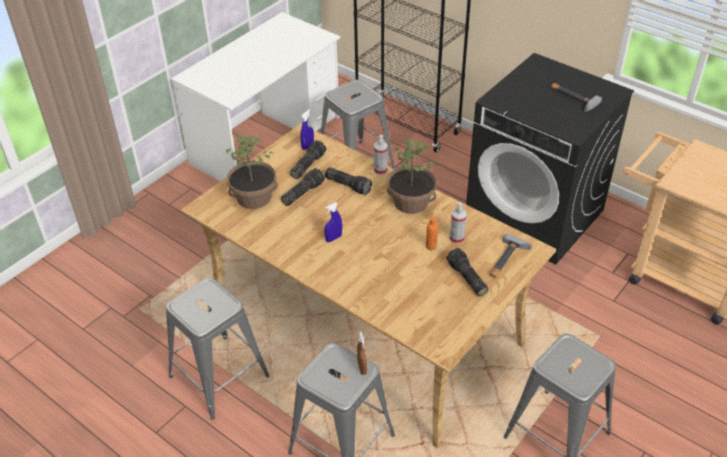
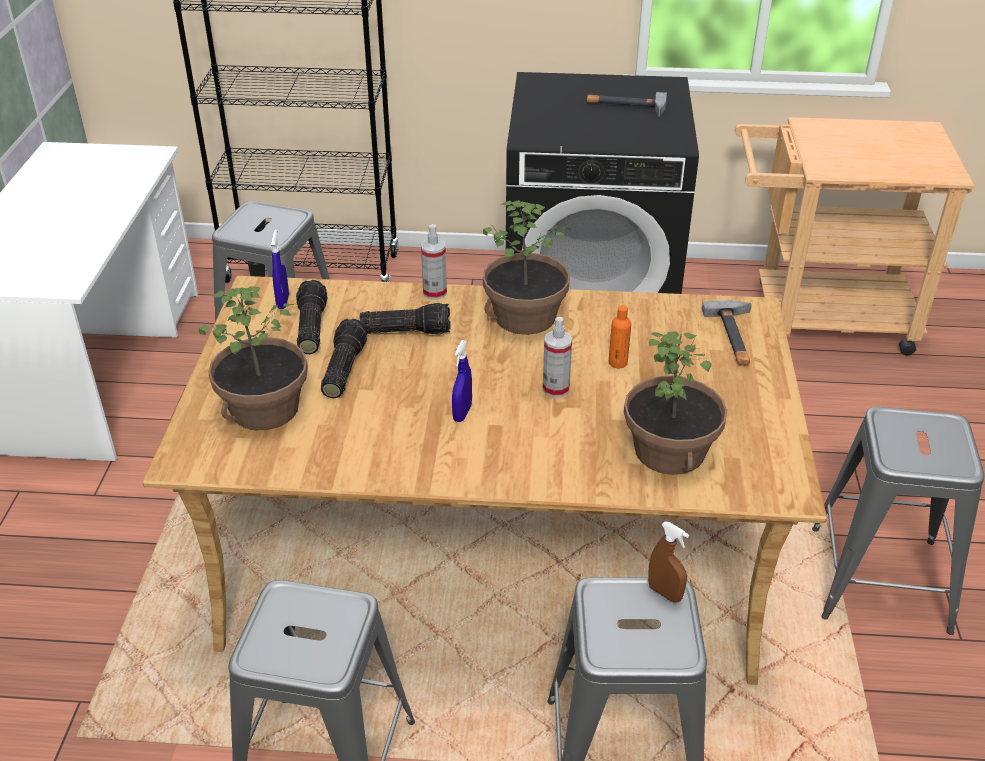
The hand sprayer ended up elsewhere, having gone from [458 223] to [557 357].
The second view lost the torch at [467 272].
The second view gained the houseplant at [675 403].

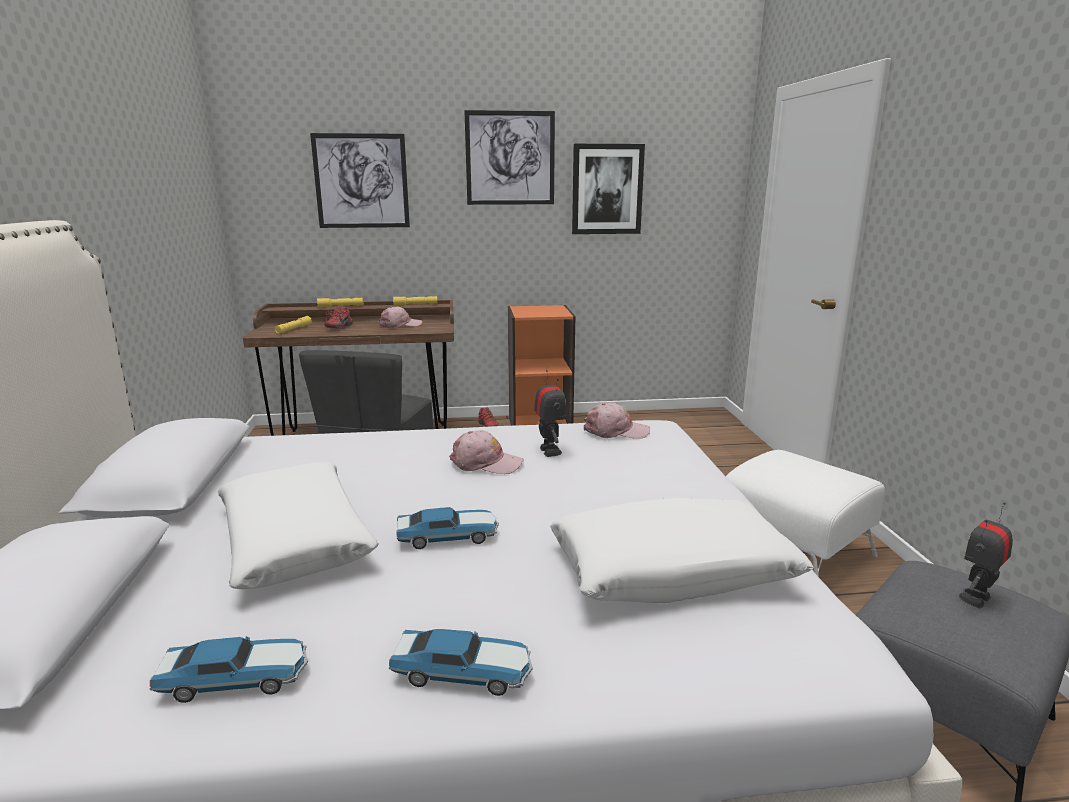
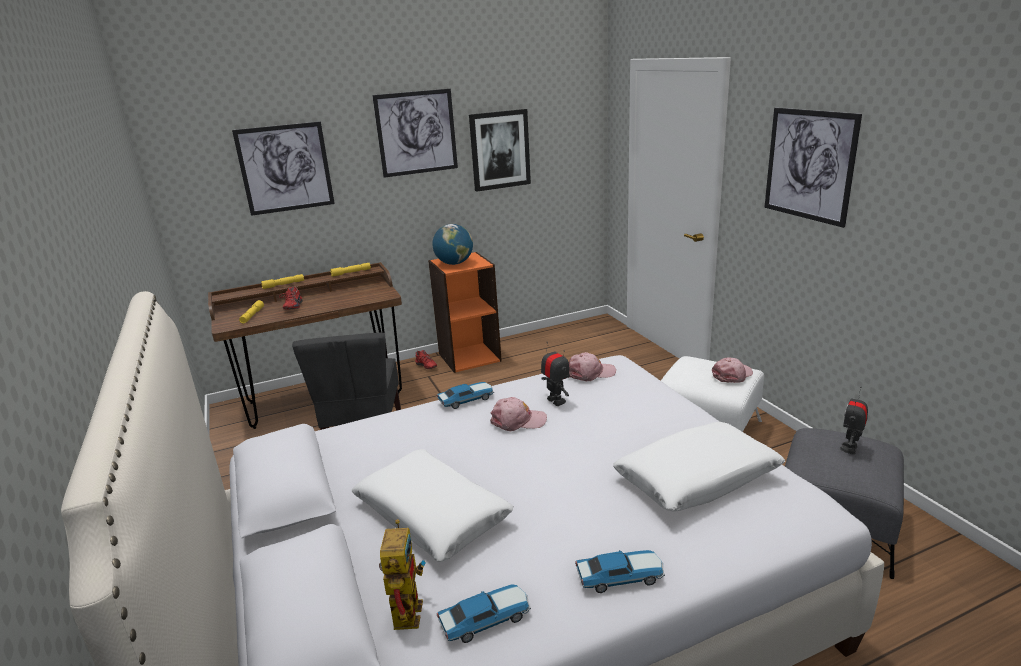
The pink cap ended up elsewhere, having gone from [400 317] to [732 370].
The model car ended up elsewhere, having gone from [447 528] to [465 395].
The second view gained the wall picture at [813 168].
The second view gained the world globe at [452 244].
The second view gained the toy robot at [402 574].

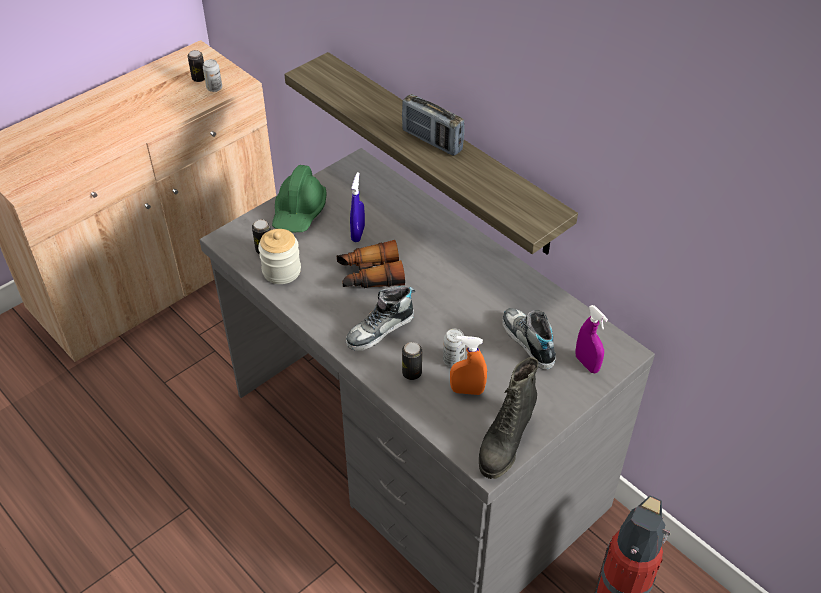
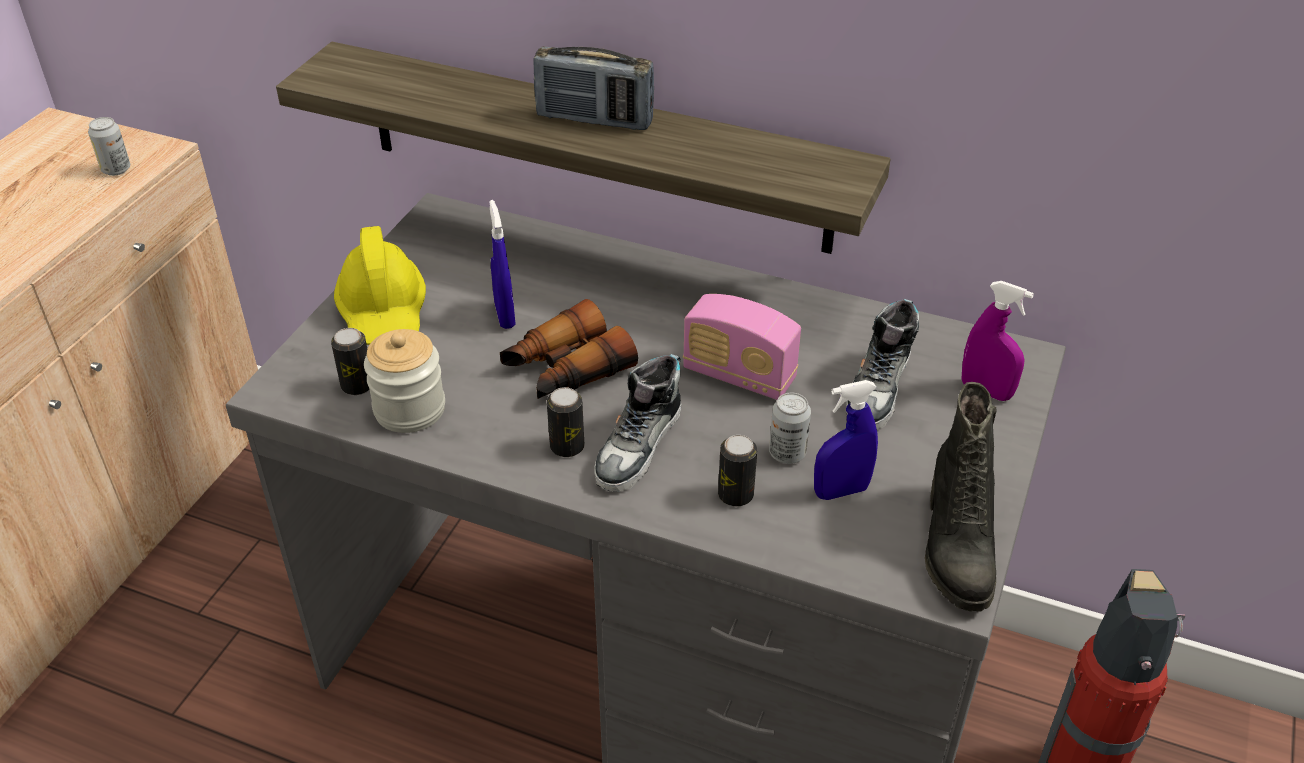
The can ended up elsewhere, having gone from [196 66] to [565 422].
What was the greenish safety helmet at [299 198] turned into the yellowish safety helmet at [380 285].
The shoe at [529 339] ended up facing another way, 105 degrees counterclockwise from before.
What was the orange hand sprayer at [468 365] turned into the blue hand sprayer at [846 440].
The second view gained the radio at [742 347].

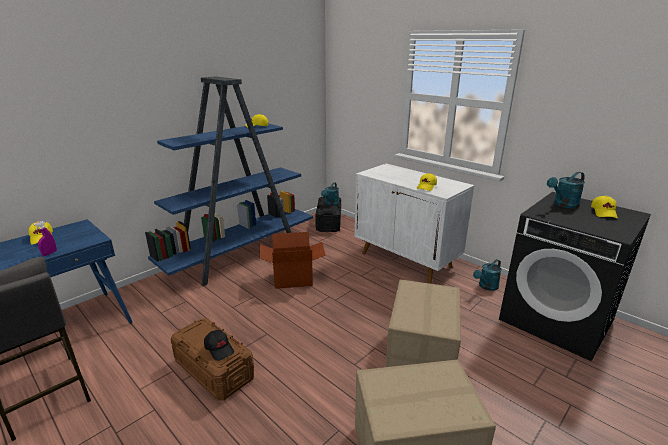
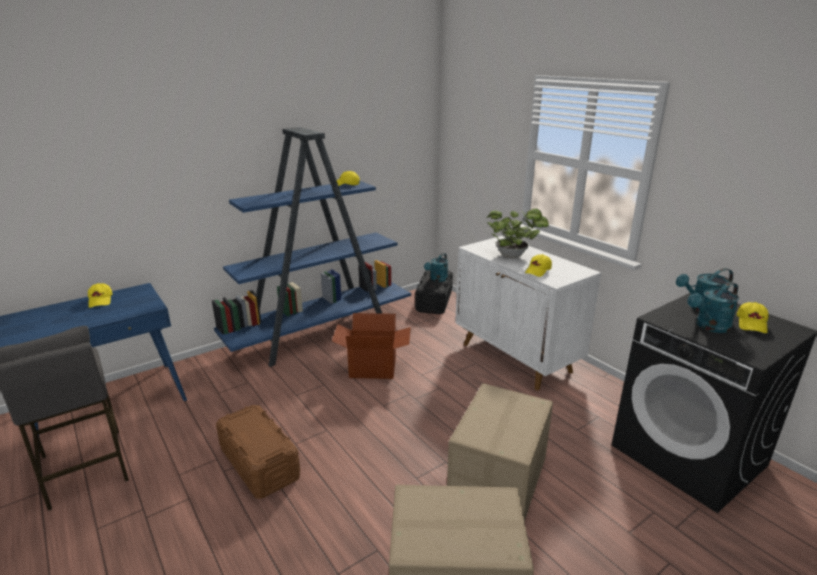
The second view lost the purplish hand sprayer at [45 238].
The turquoise-coloured sprinkling can ended up elsewhere, having gone from [487 275] to [713 307].
The second view lost the blackish cap at [219 345].
The second view gained the houseplant at [517 233].

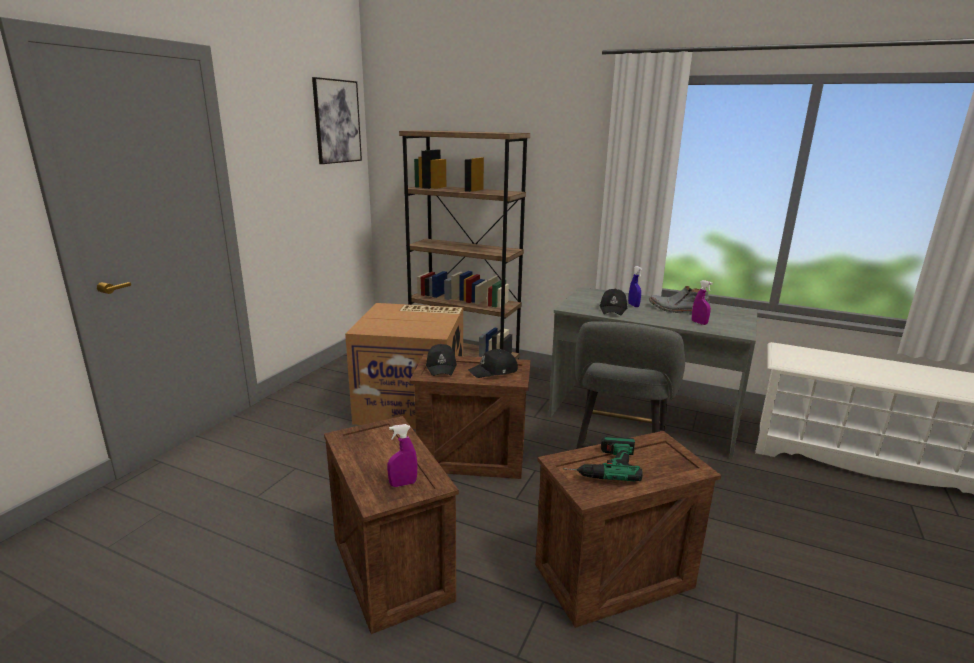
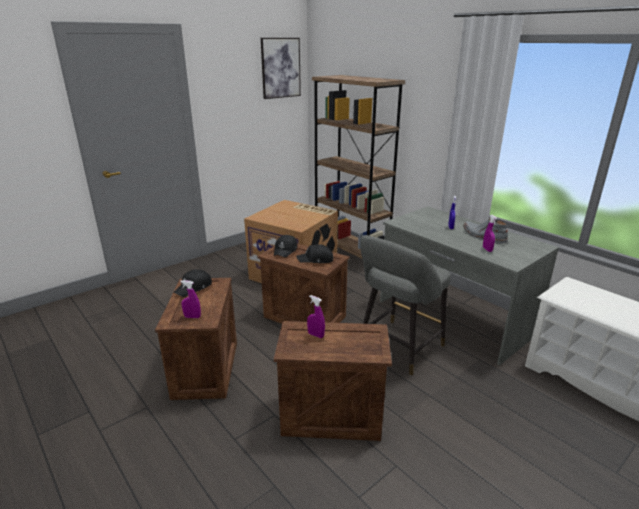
The blackish cap ended up elsewhere, having gone from [613 302] to [193 283].
Where the power drill stood at [603 458], the purplish hand sprayer came to stand at [316 316].

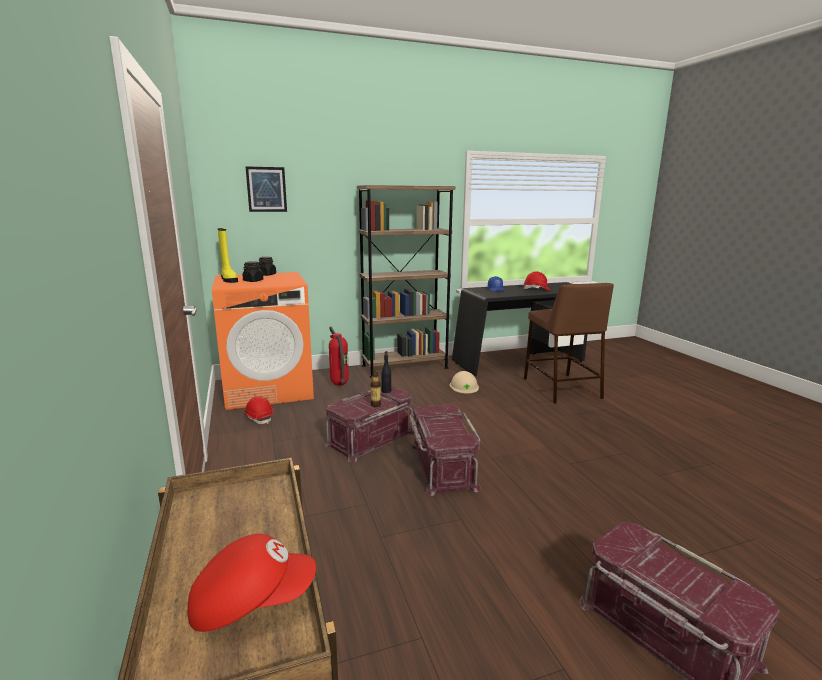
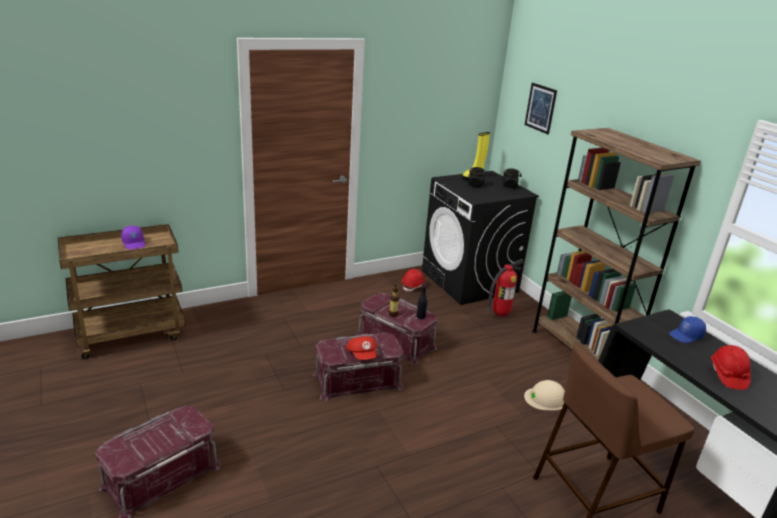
What was the orange laundry machine at [263 341] turned into the blackish laundry machine at [480 238].
The reddish cap ended up elsewhere, having gone from [251 583] to [361 348].
The second view gained the purplish cap at [133 238].

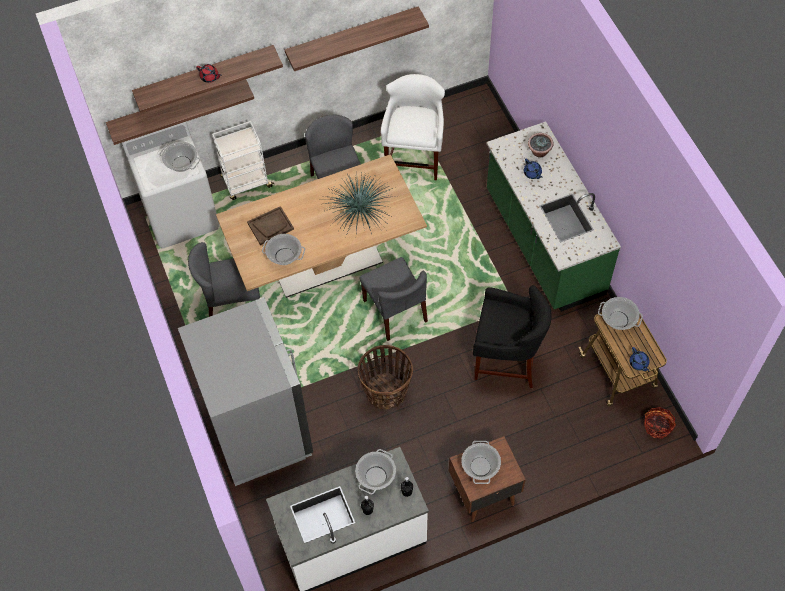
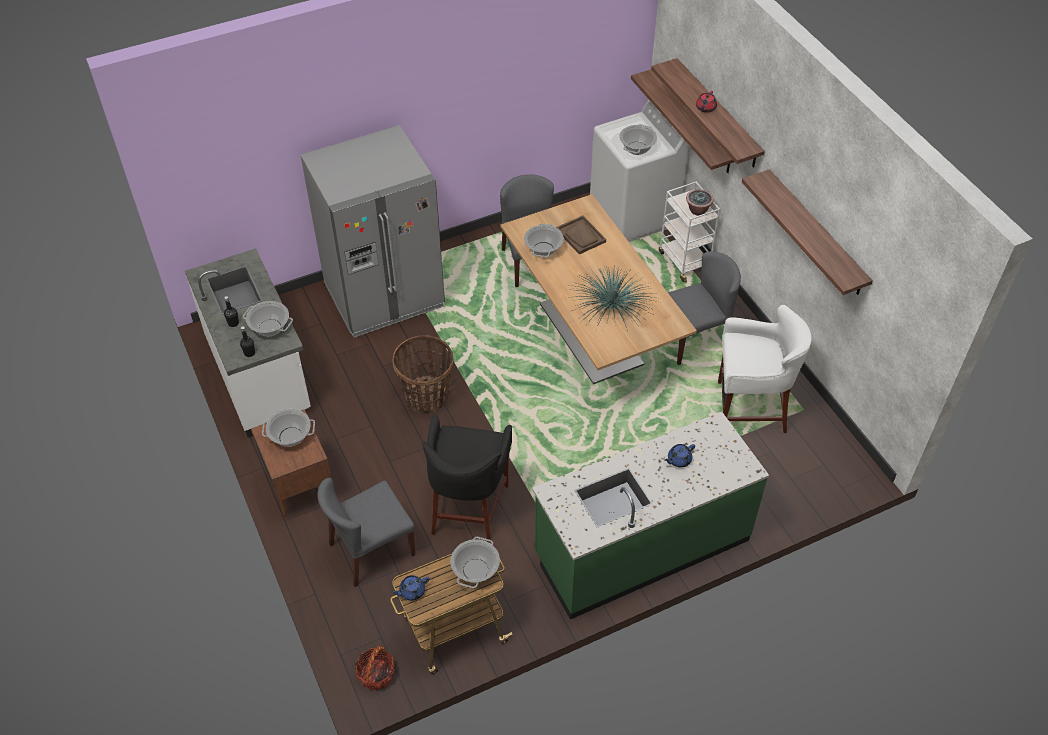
The houseplant ended up elsewhere, having gone from [541 145] to [700 202].
The grey chair ended up elsewhere, having gone from [393 299] to [366 532].

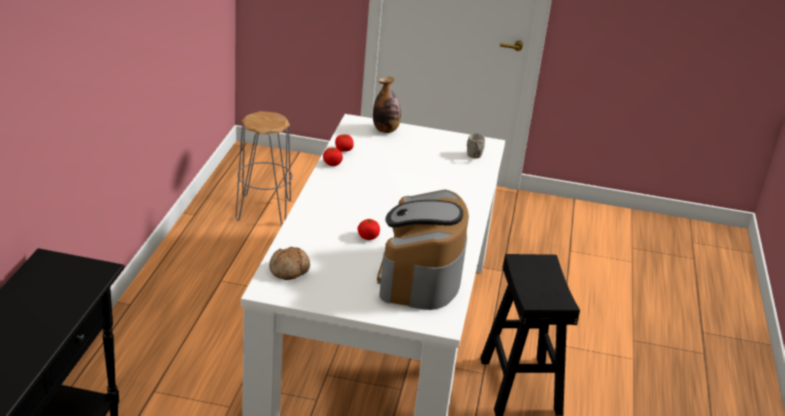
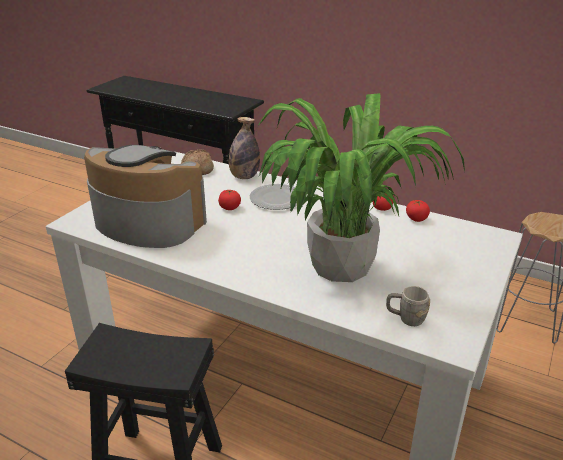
The bottle ended up elsewhere, having gone from [387 105] to [244 148].
The second view gained the houseplant at [360 187].
The second view gained the dinner plate at [273 197].

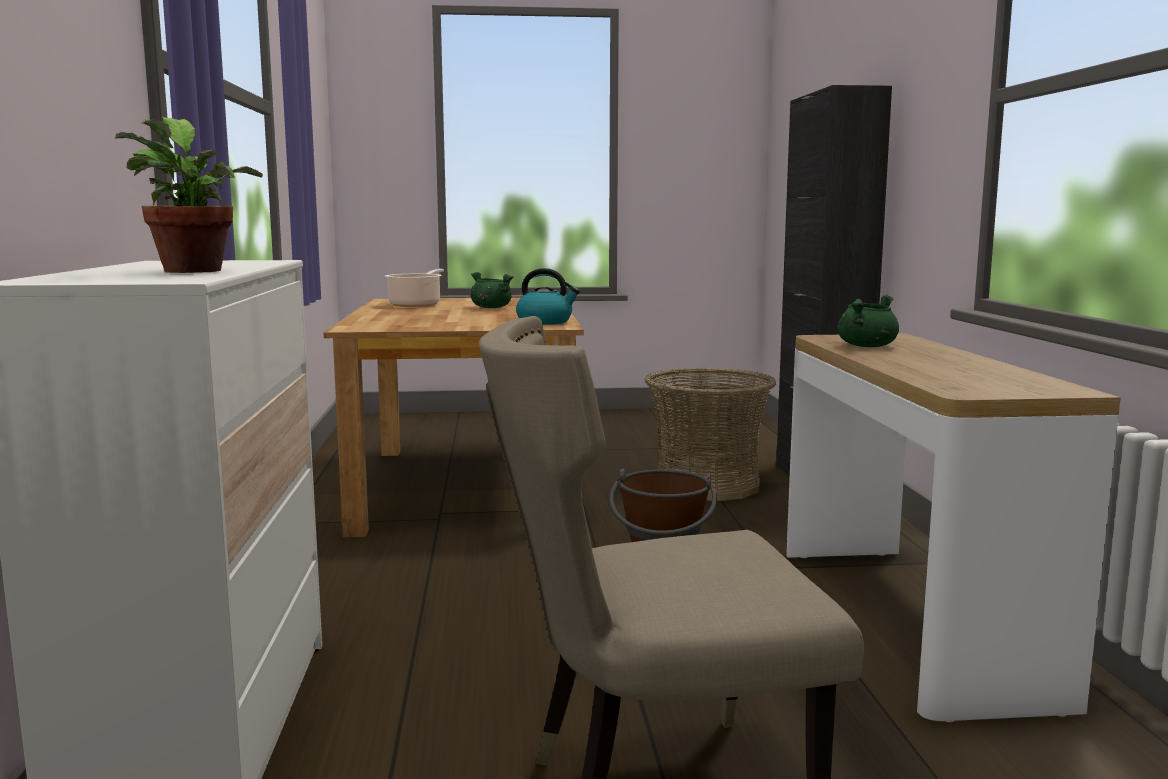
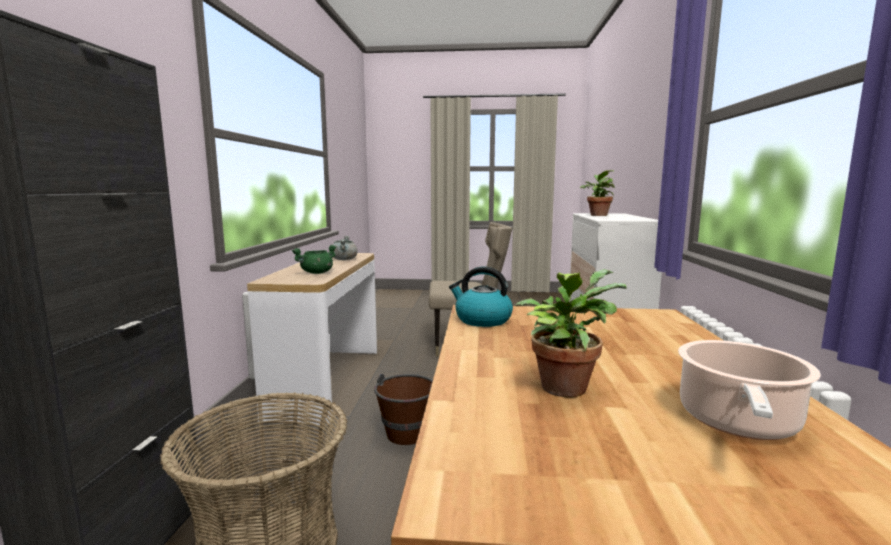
Where the greenish stockpot stood at [492 290], the houseplant came to stand at [571 333].
The second view gained the grey stockpot at [345 248].

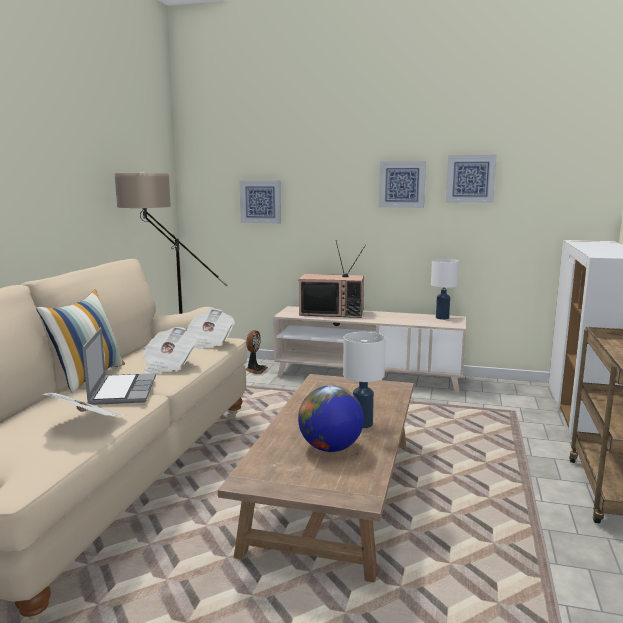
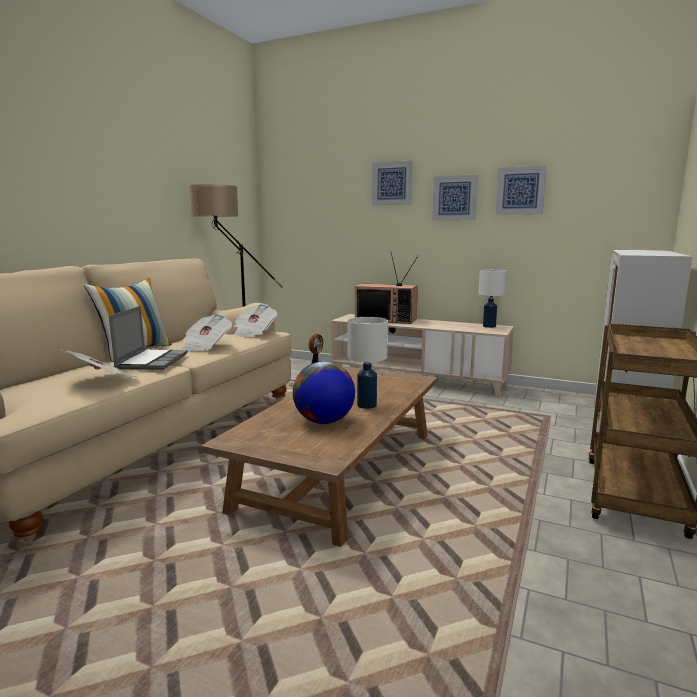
The wall picture ended up elsewhere, having gone from [260 202] to [392 183].

